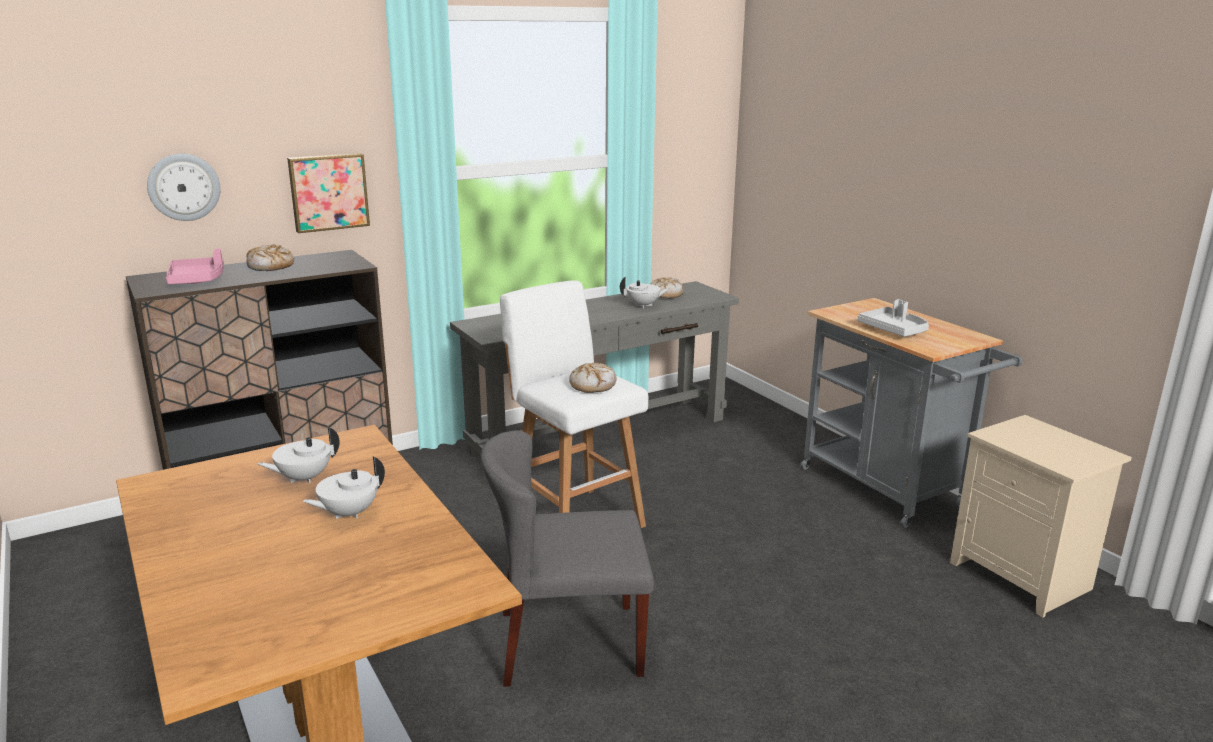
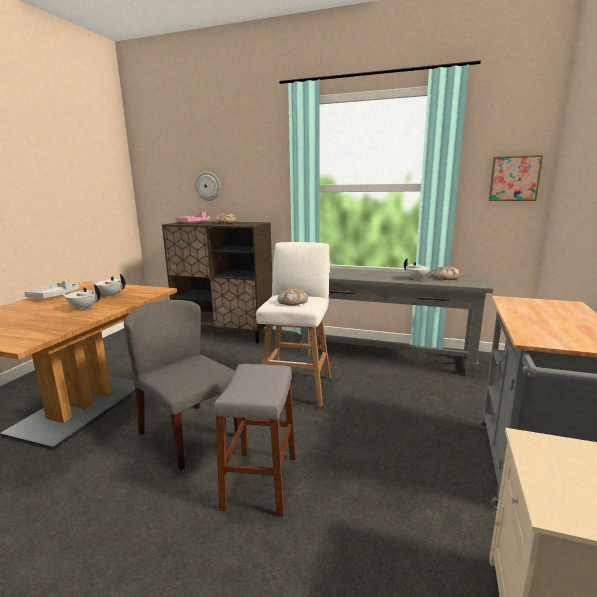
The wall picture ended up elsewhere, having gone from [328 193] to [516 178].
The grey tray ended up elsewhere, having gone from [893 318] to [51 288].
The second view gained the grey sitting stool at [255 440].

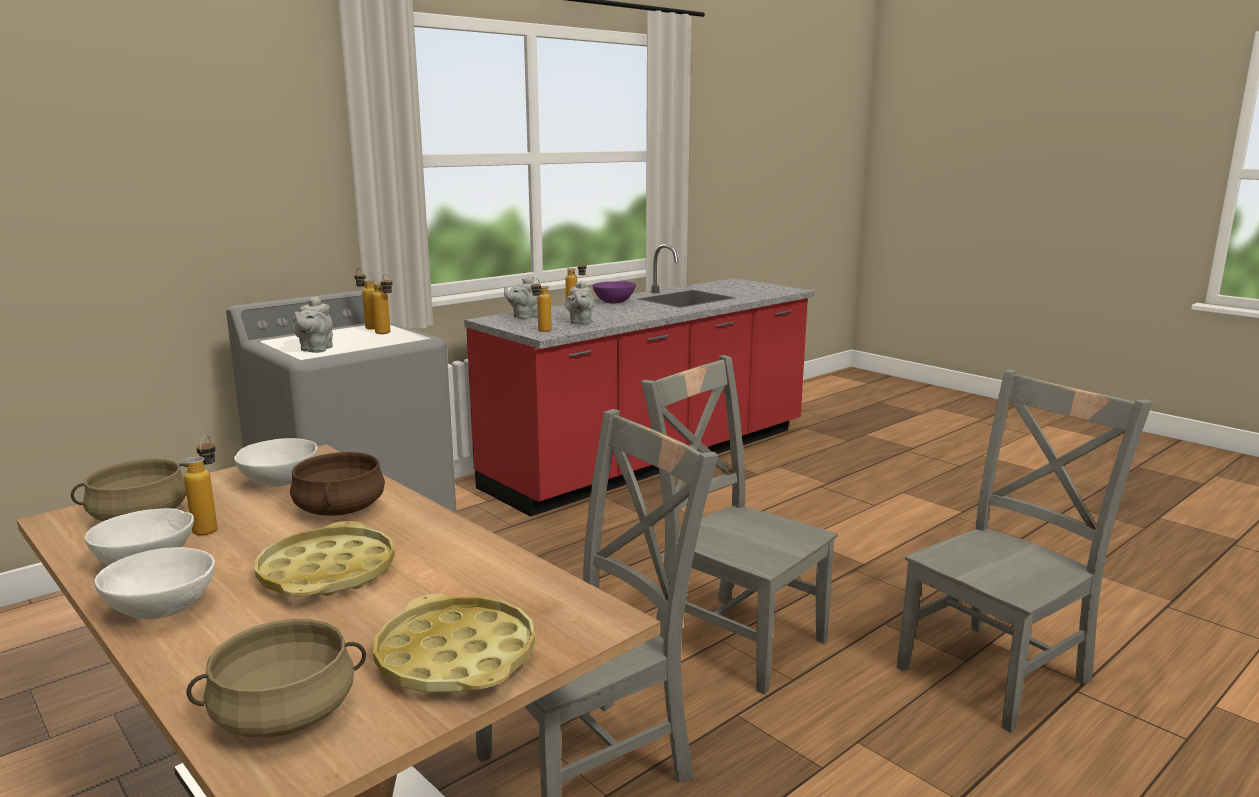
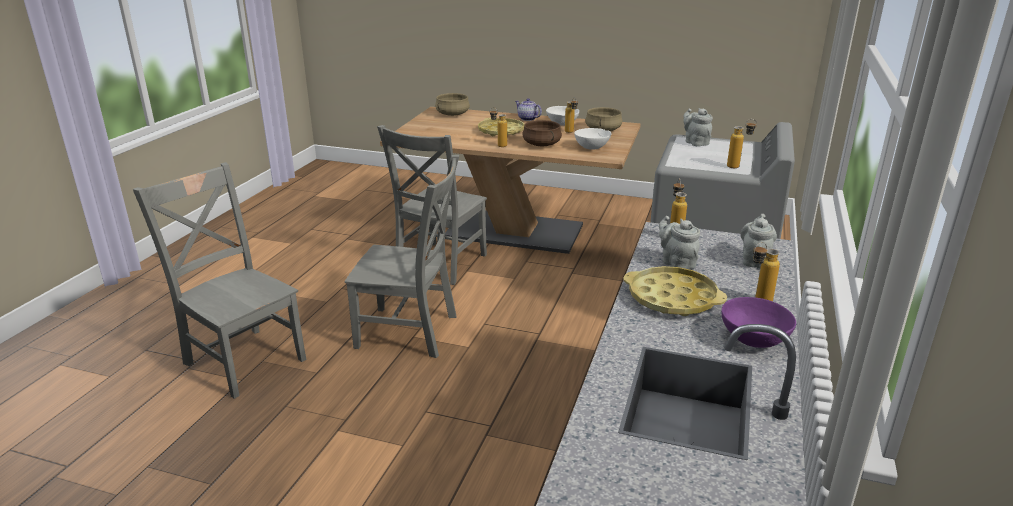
The bottle ended up elsewhere, having gone from [382 304] to [498 127].
The grey chair at [1024 551] ended up facing another way, 105 degrees clockwise from before.
Where the white-coloured deep dish stood at [154 583], the tea pot came to stand at [528 109].
The yellowish tray ended up elsewhere, having gone from [454 643] to [675 291].

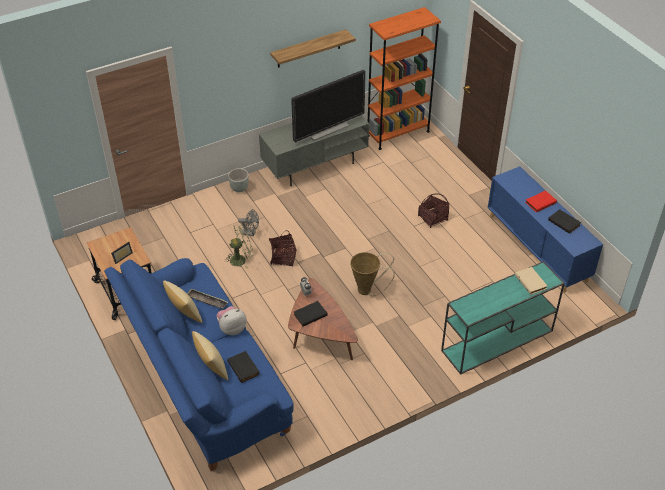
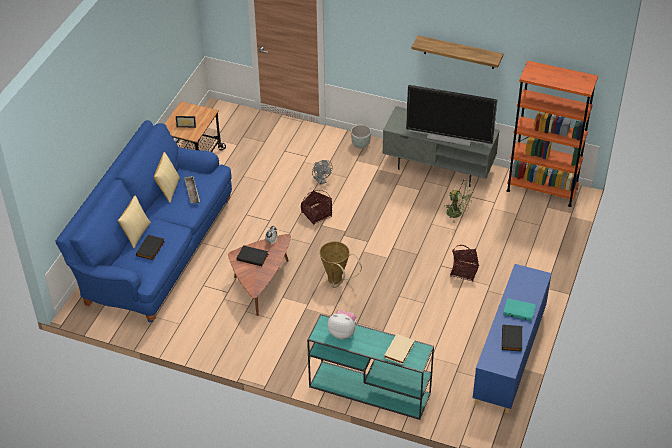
What was the reddish book at [541 201] turned into the turquoise-coloured book at [519 309].
The greenish fan ended up elsewhere, having gone from [239 246] to [459 201].
The plush toy ended up elsewhere, having gone from [232 320] to [341 324].

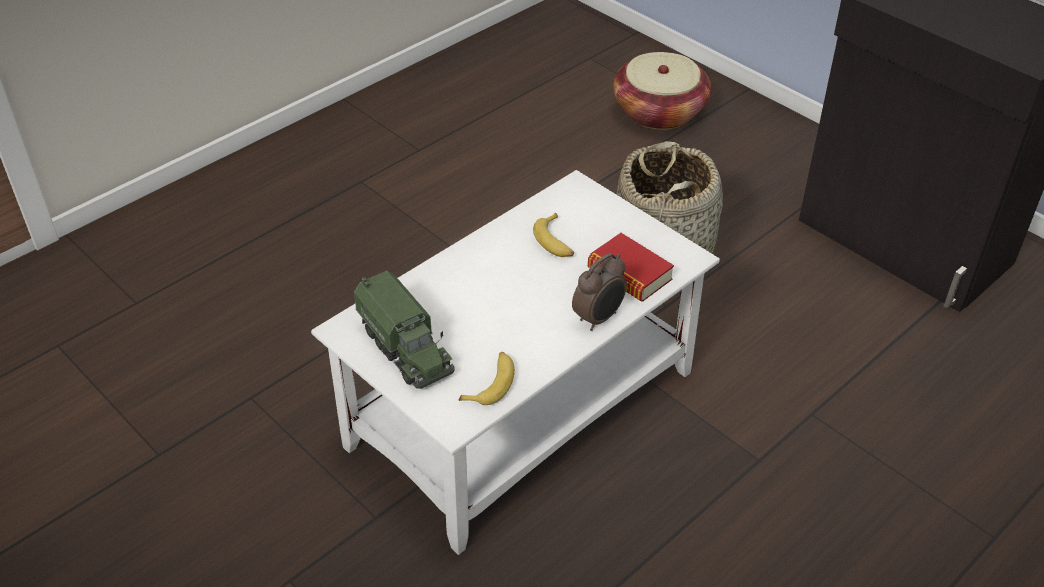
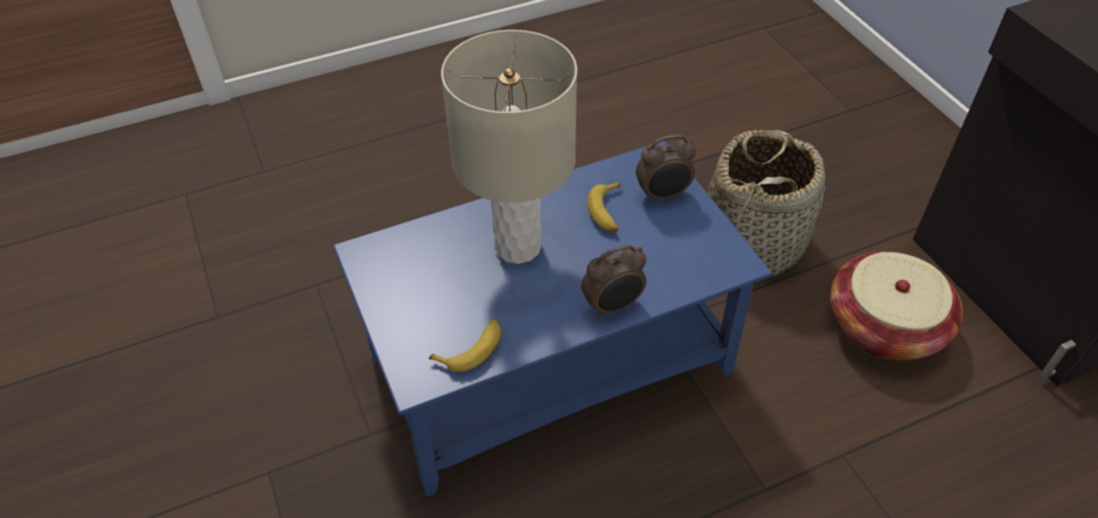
The basket ended up elsewhere, having gone from [662 91] to [896 306].
What was the white-coloured lounge table at [515 362] turned into the blue lounge table at [552 319].
The second view lost the book at [631 267].
The second view lost the model truck at [404 330].
The second view gained the beige table lamp at [509 147].
The second view gained the table clock at [666 169].

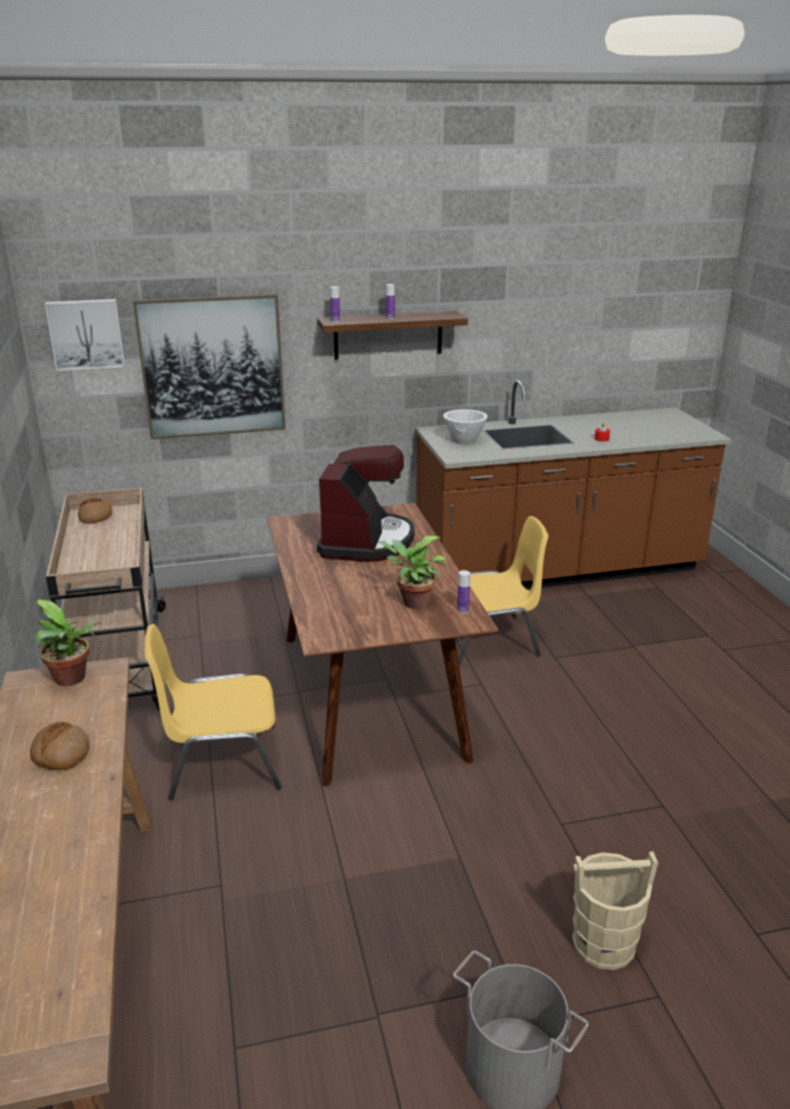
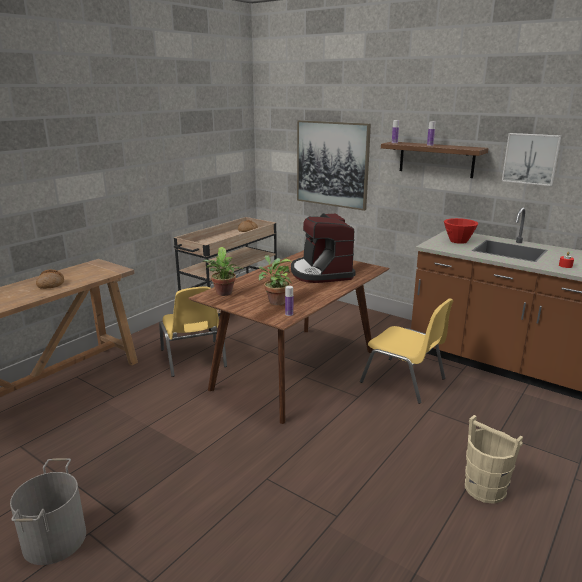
The wall picture ended up elsewhere, having gone from [85 335] to [531 159].
What was the white-coloured deep dish at [465 427] turned into the reddish deep dish at [461 231].
The coffee maker at [366 503] ended up facing another way, 105 degrees clockwise from before.
The houseplant ended up elsewhere, having gone from [67 642] to [223 271].
The yellowish chair at [213 712] ended up facing another way, 150 degrees counterclockwise from before.
The beige bucket ended up elsewhere, having gone from [615 910] to [494 459].

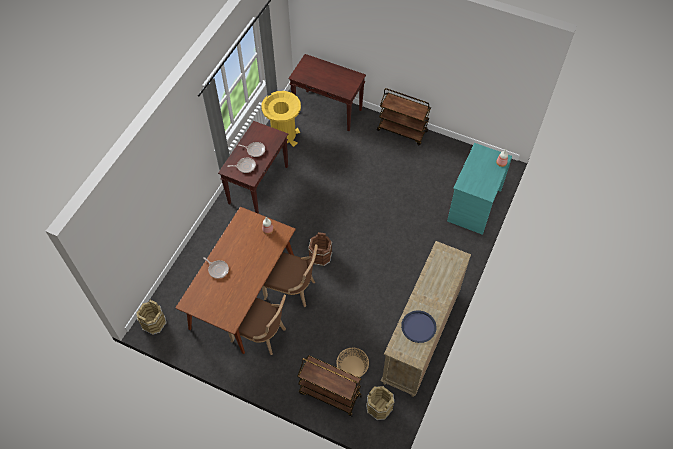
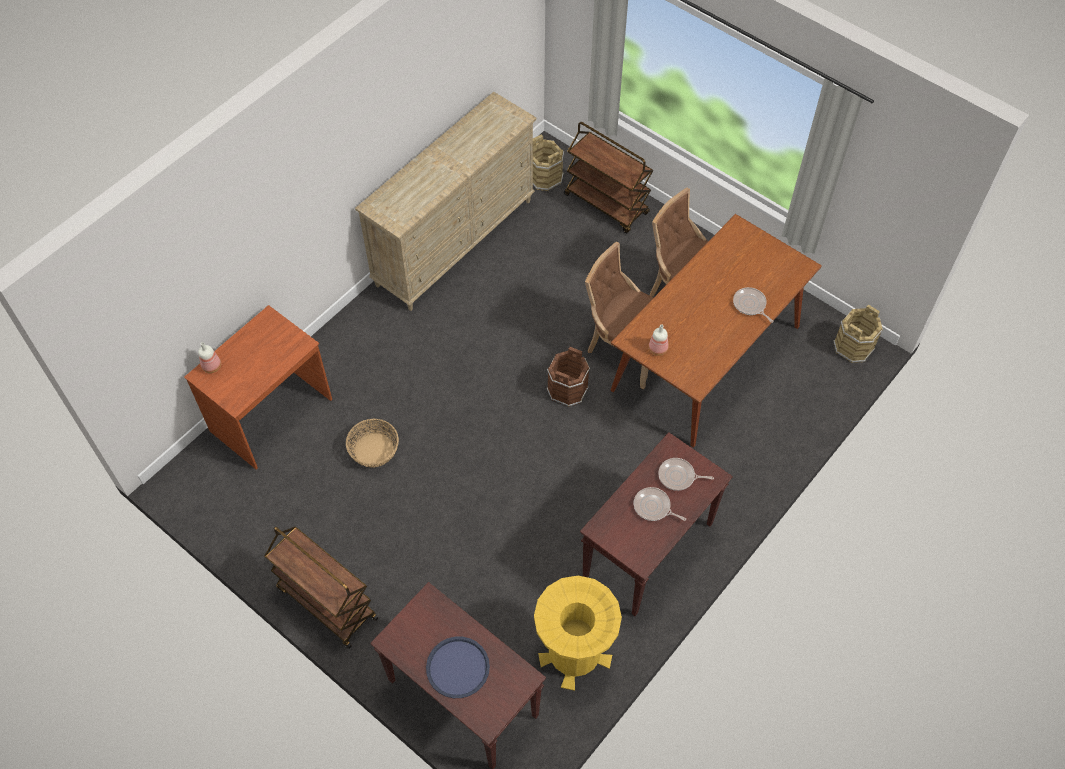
What was the turquoise-coloured desk at [479 189] turned into the brown desk at [258 387].
The blue tray ended up elsewhere, having gone from [418 326] to [458 667].
The basket ended up elsewhere, having gone from [352 362] to [372 443].

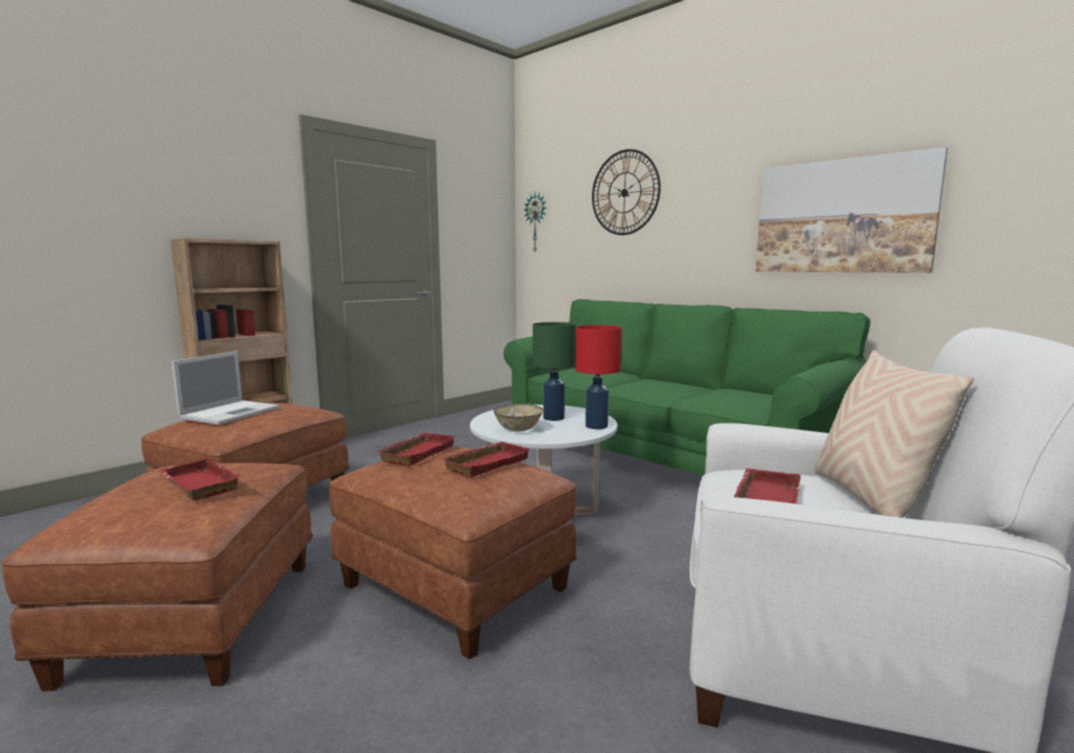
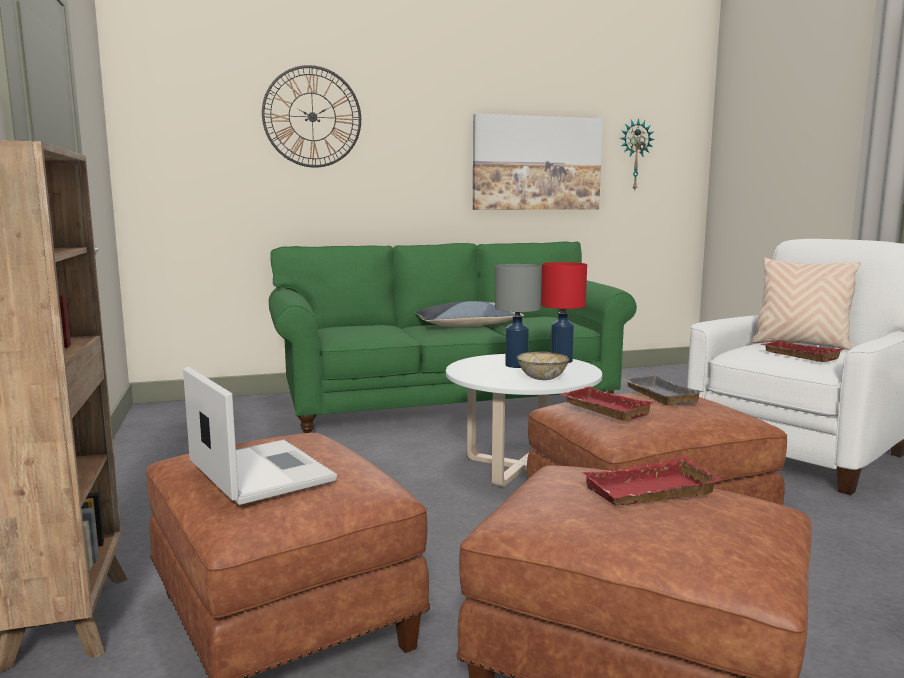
The hanging clock ended up elsewhere, having gone from [535 221] to [637 154].
What was the greenish table lamp at [554 371] turned into the grey table lamp at [518 316].
What was the reddish tray at [486 459] turned into the grey tray at [662 390].
The second view gained the pillow at [470 314].

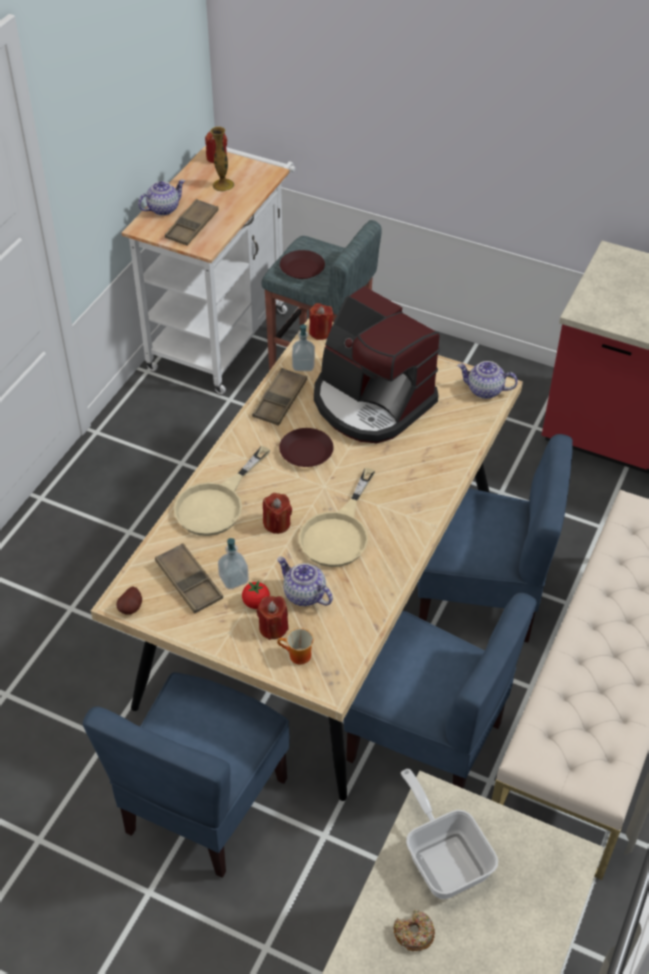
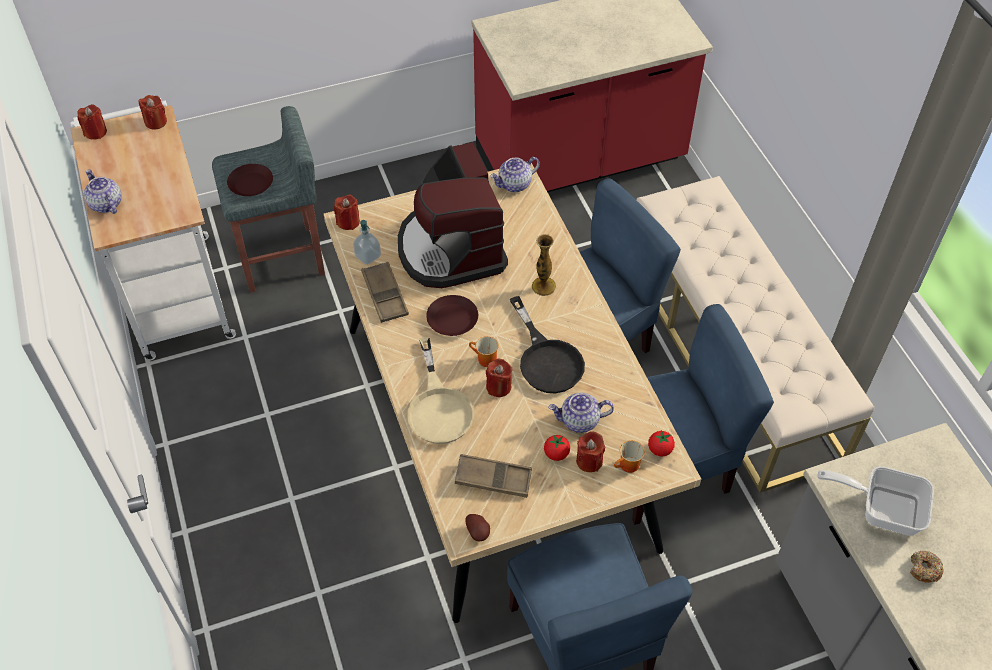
The vase ended up elsewhere, having gone from [222 159] to [544 265].
The tea pot at [161 197] ended up facing another way, 45 degrees counterclockwise from before.
The second view lost the brown tray at [192 222].
The coffee maker at [377 364] ended up facing another way, 75 degrees clockwise from before.
What was the beige skillet at [337 517] turned into the blackish skillet at [547 344].
The second view lost the soap bottle at [233 563].
The second view gained the reddish candle at [152 112].
The second view gained the mug at [484 351].
The second view gained the tomato at [661 443].

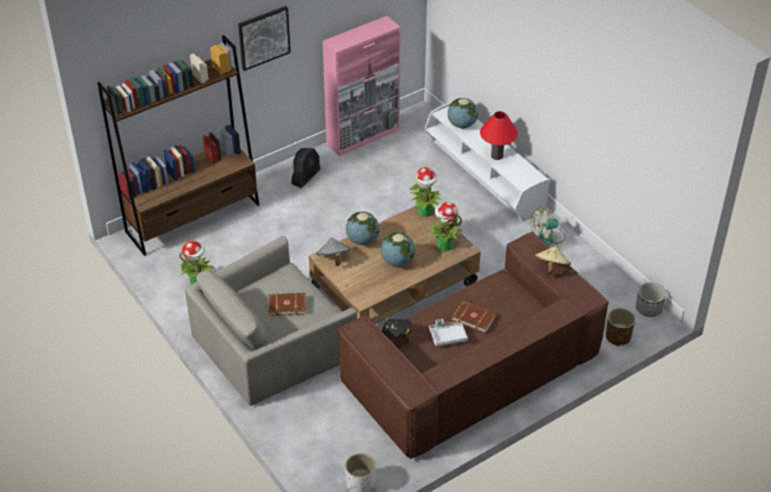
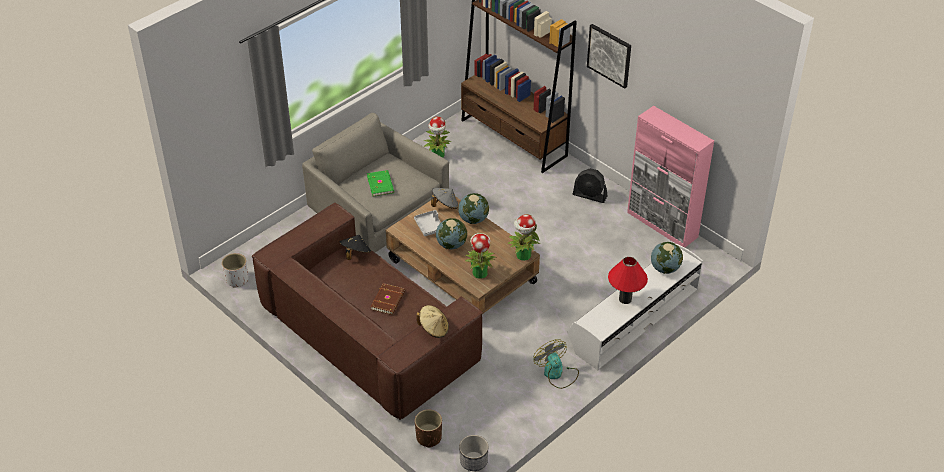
What was the brown book at [287 304] turned into the greenish book at [380 183].
The grey tray ended up elsewhere, having gone from [448 332] to [427 223].

